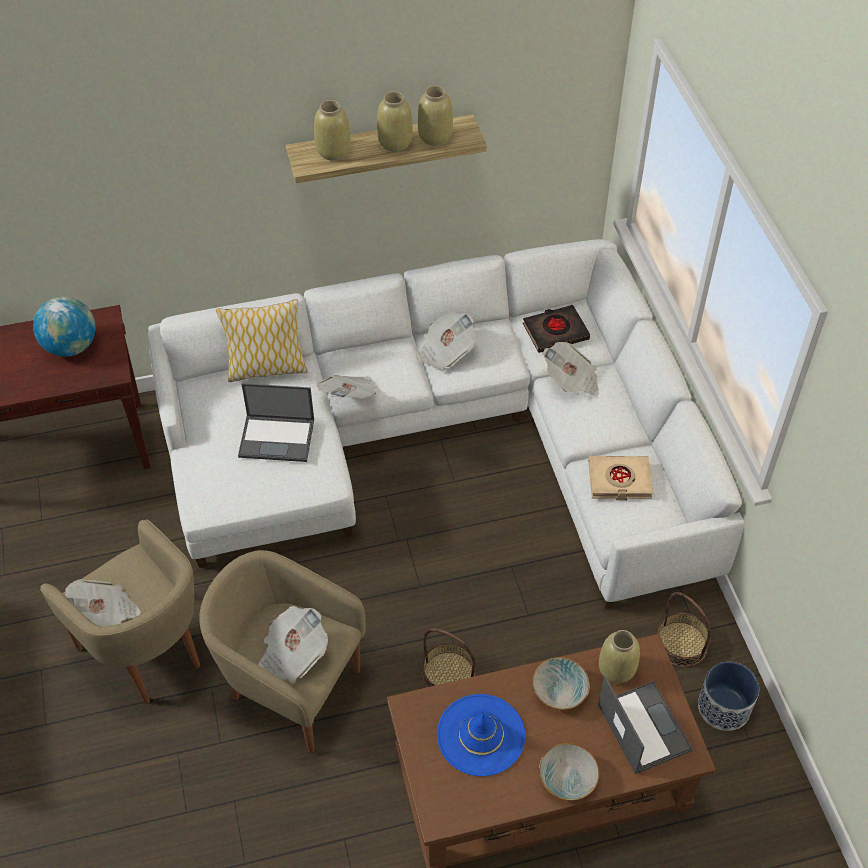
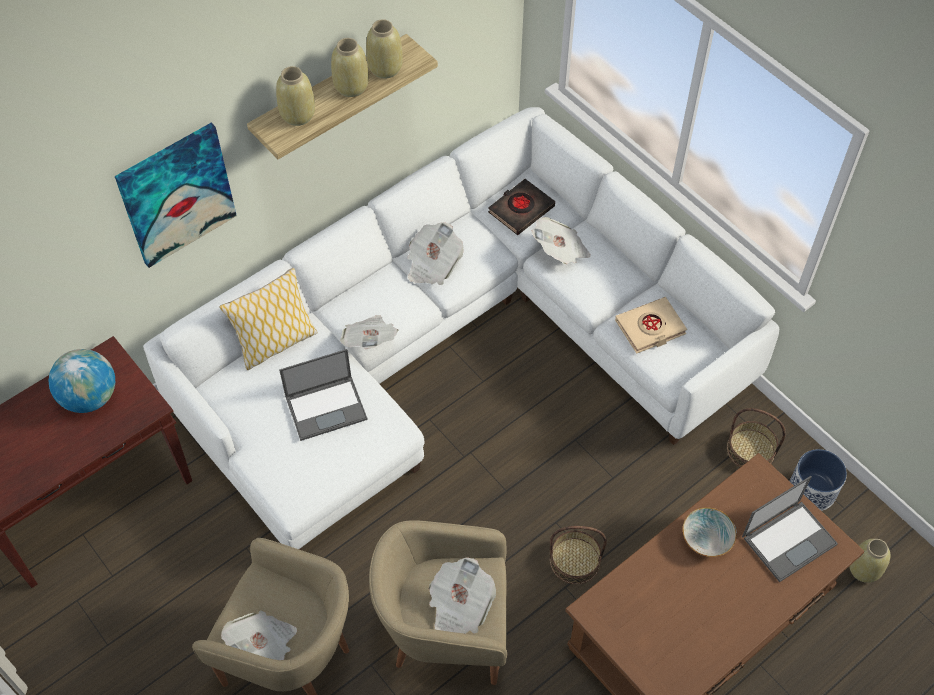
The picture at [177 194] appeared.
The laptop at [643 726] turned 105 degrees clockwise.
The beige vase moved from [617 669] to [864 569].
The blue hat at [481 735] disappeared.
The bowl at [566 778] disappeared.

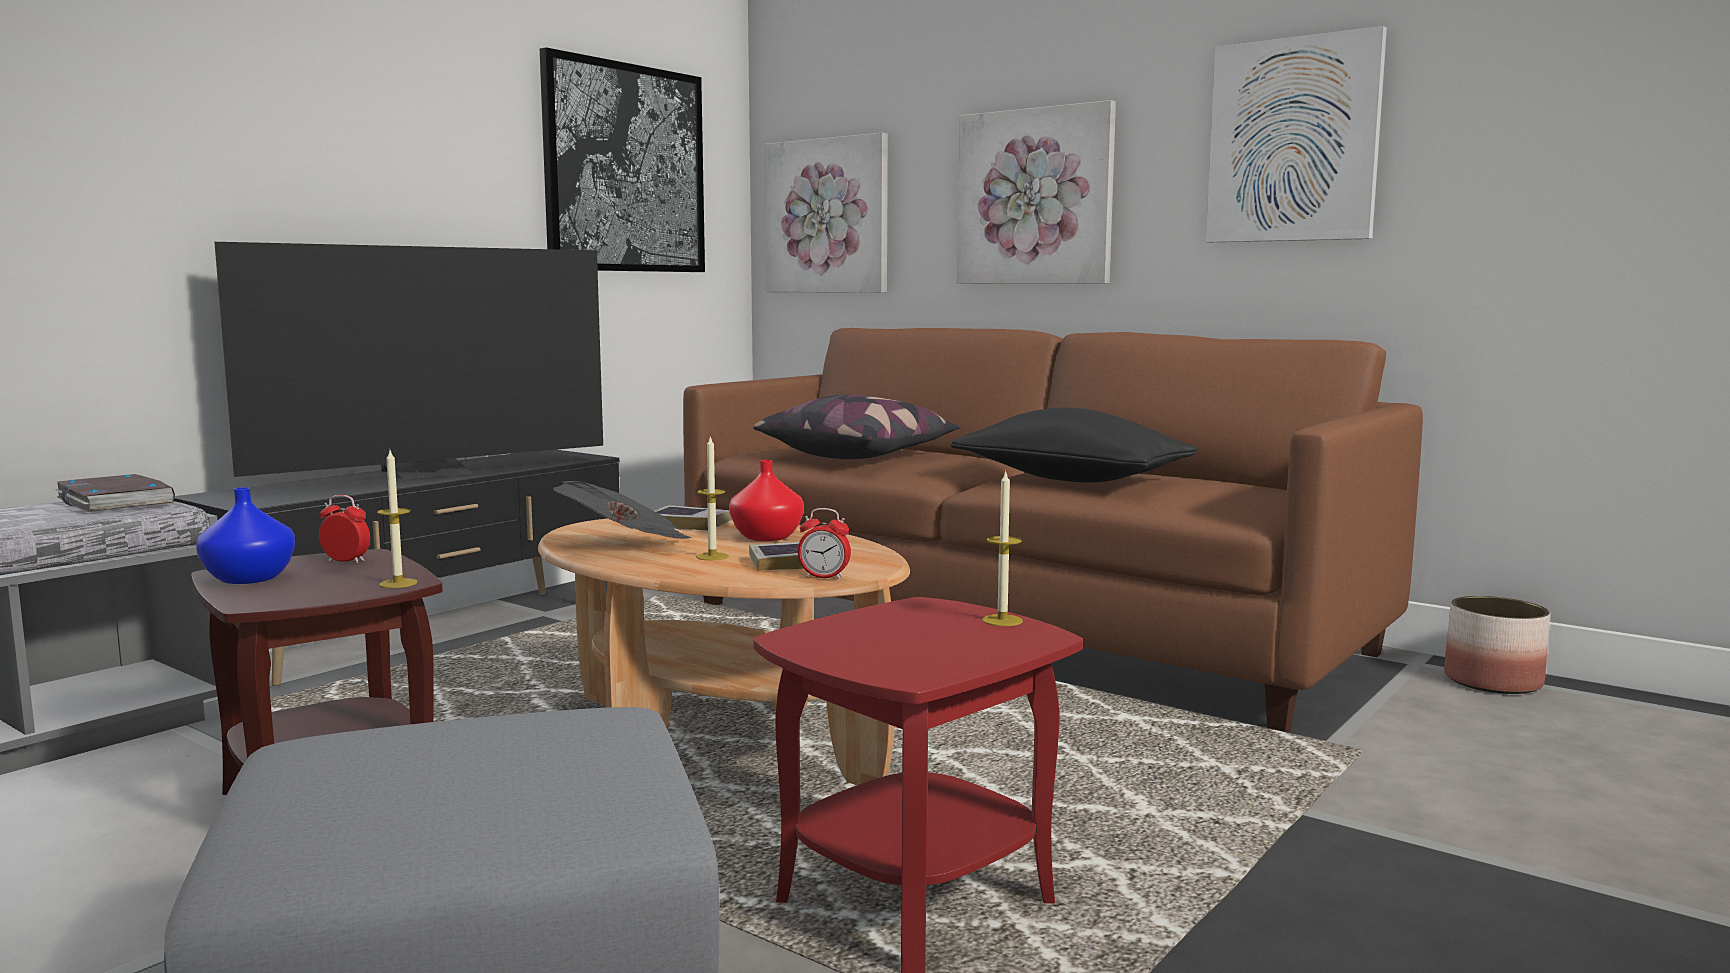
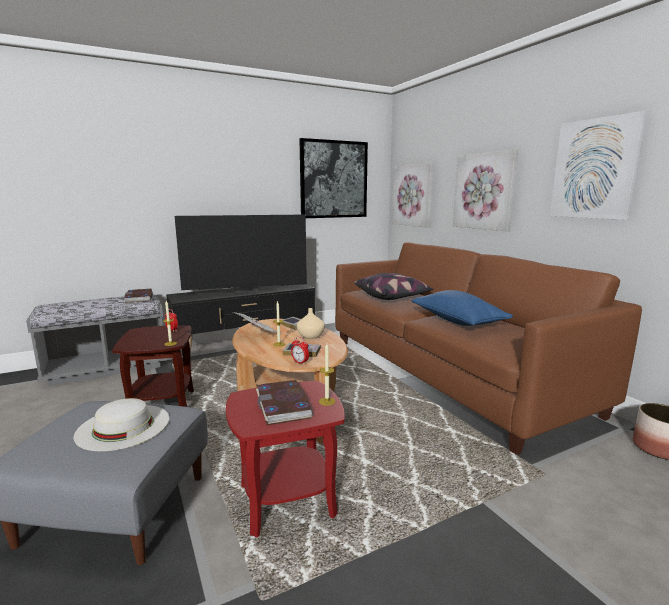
The white hat at [123 426] appeared.
The book at [283 405] appeared.
The red vase at [767 537] became the beige vase at [311 336].
The black pillow at [1071 479] became the blue pillow at [457 321].
The blue vase at [248 579] disappeared.

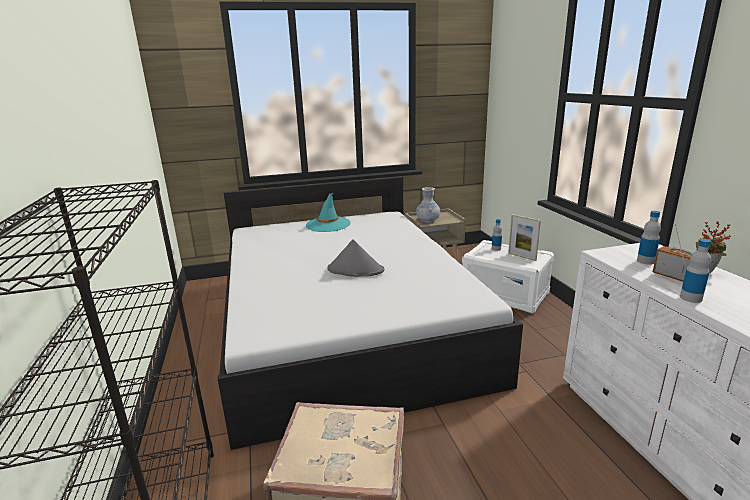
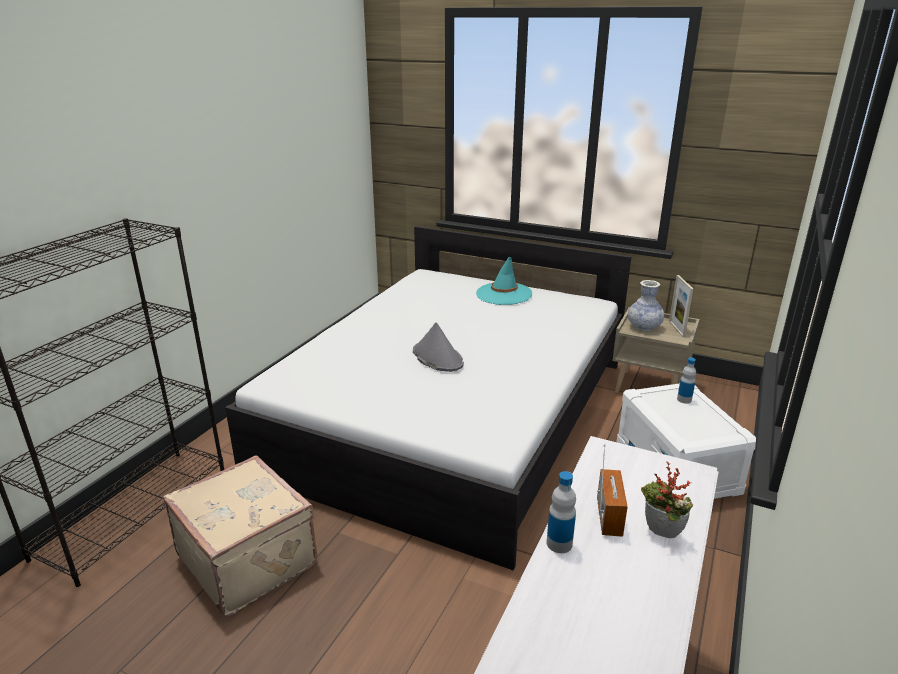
The picture frame moved from [522 256] to [676 329].
The bottle at [645 261] disappeared.

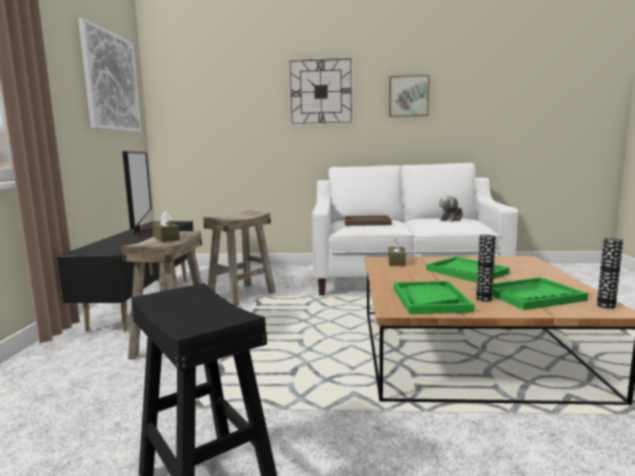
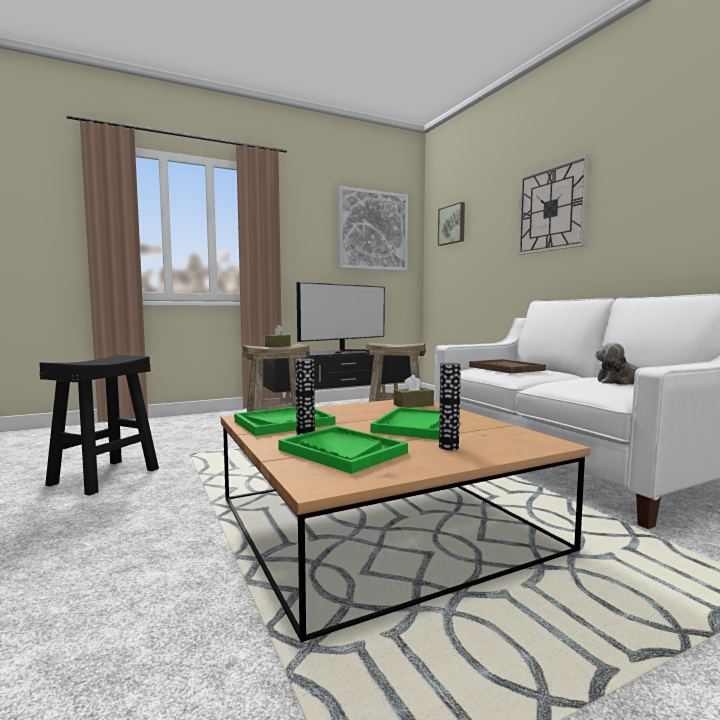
The picture moved from [408 96] to [452 224].
The vase moved from [606 306] to [448 447].

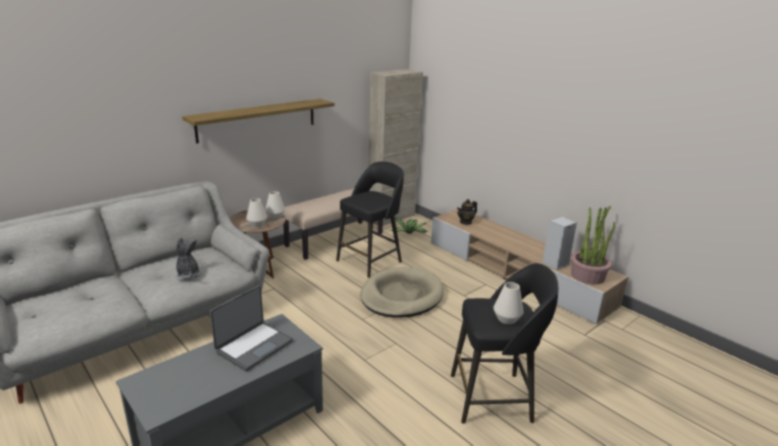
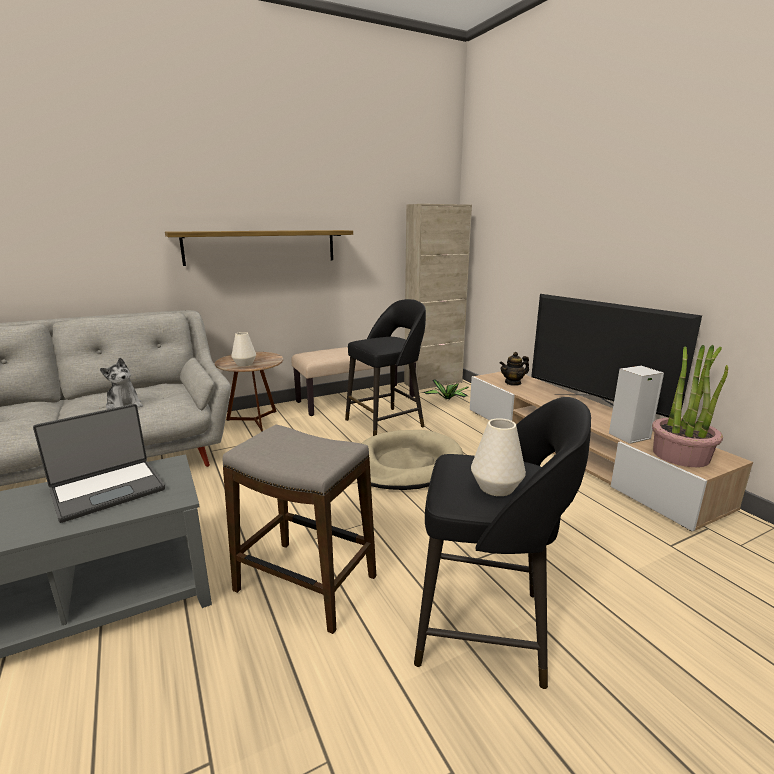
The plush toy at [187 274] turned 150 degrees clockwise.
The stool at [306 584] appeared.
The television at [595 407] appeared.
The white vase at [275 216] disappeared.

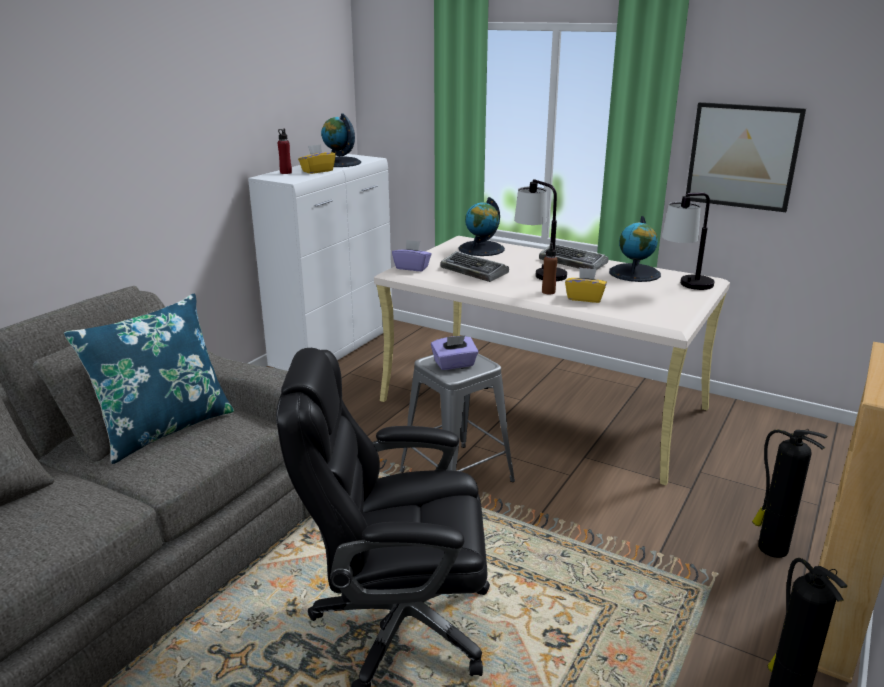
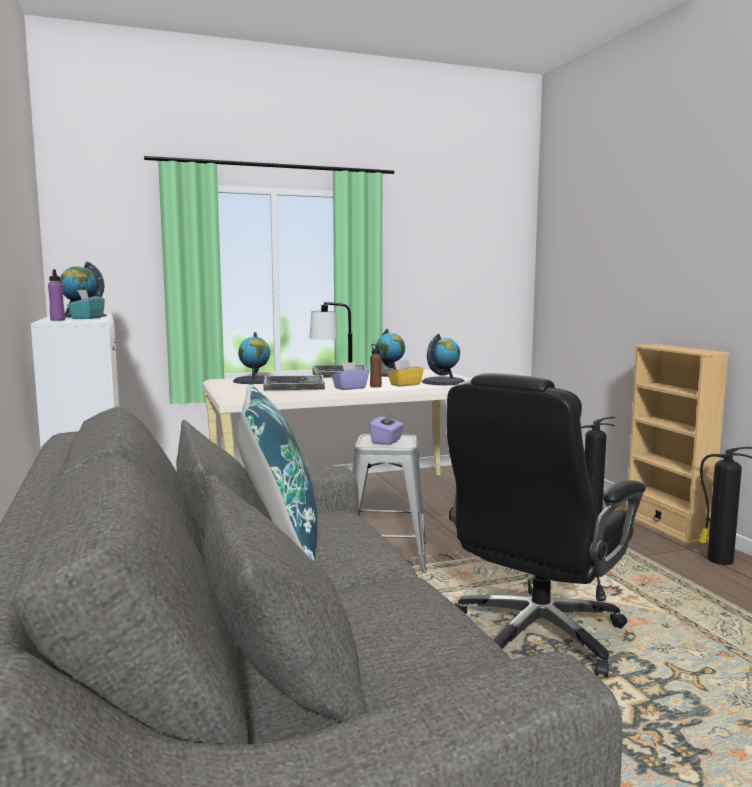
The red bottle at [285 172] became the purple bottle at [57 320].
The yellow tissue box at [317 171] became the turquoise tissue box at [87 318].
The purple tissue box moved from [412 267] to [349 388].
The globe at [443 382] appeared.
The table lamp at [685 287] disappeared.
The picture at [742 156] disappeared.

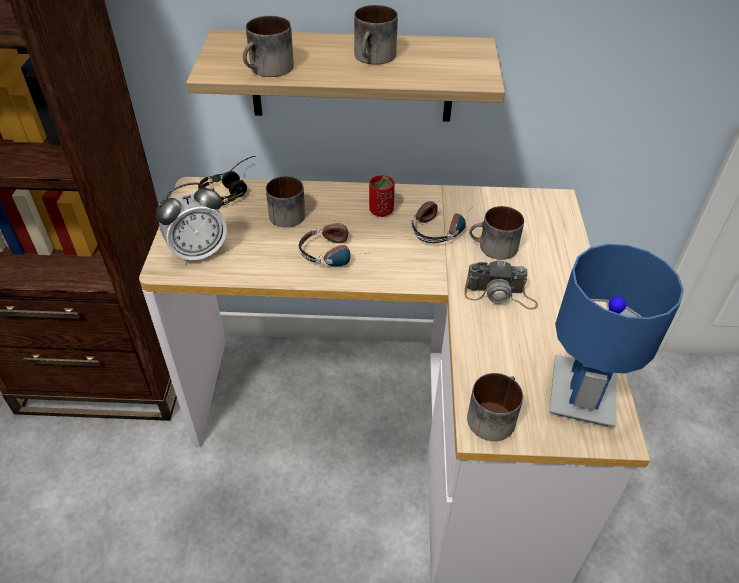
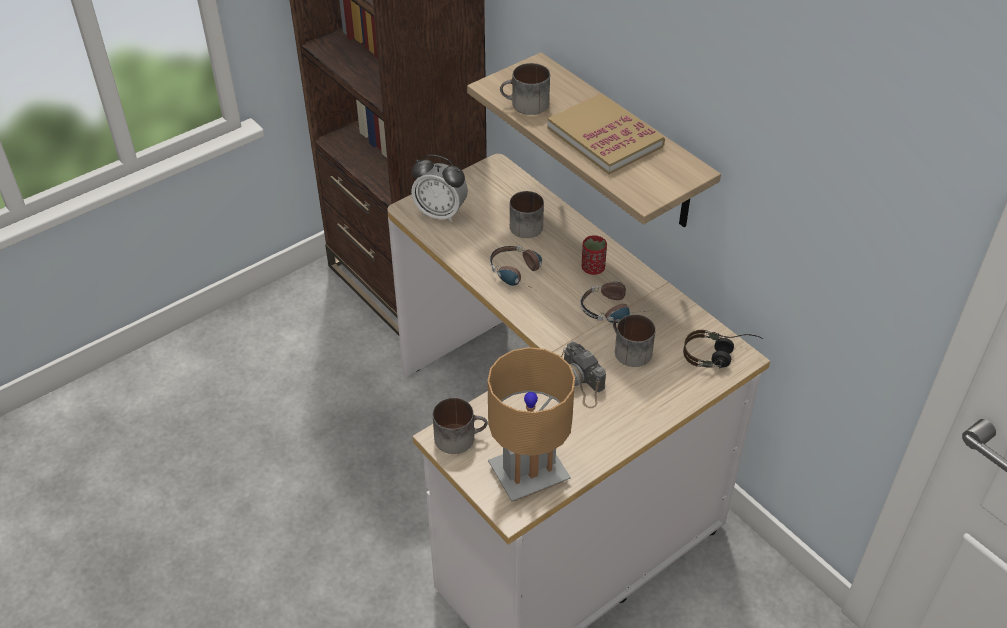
The blue table lamp at [582 395] became the brown table lamp at [529 475].
The mug at [374 58] was replaced by the book at [605 137].
The headphones moved from [233 190] to [720 356].

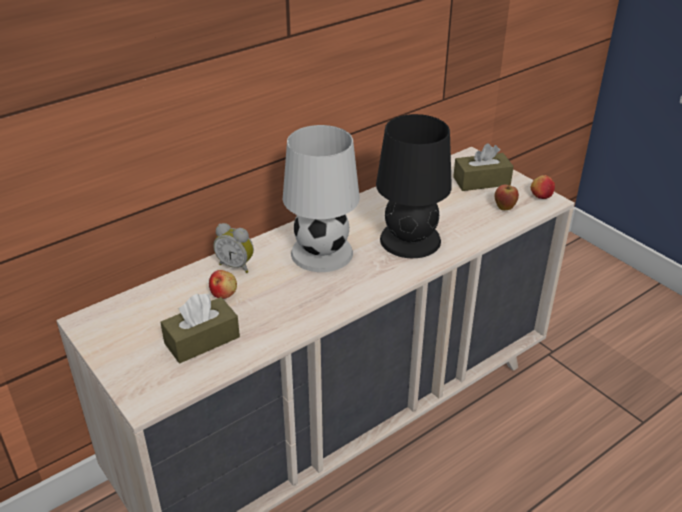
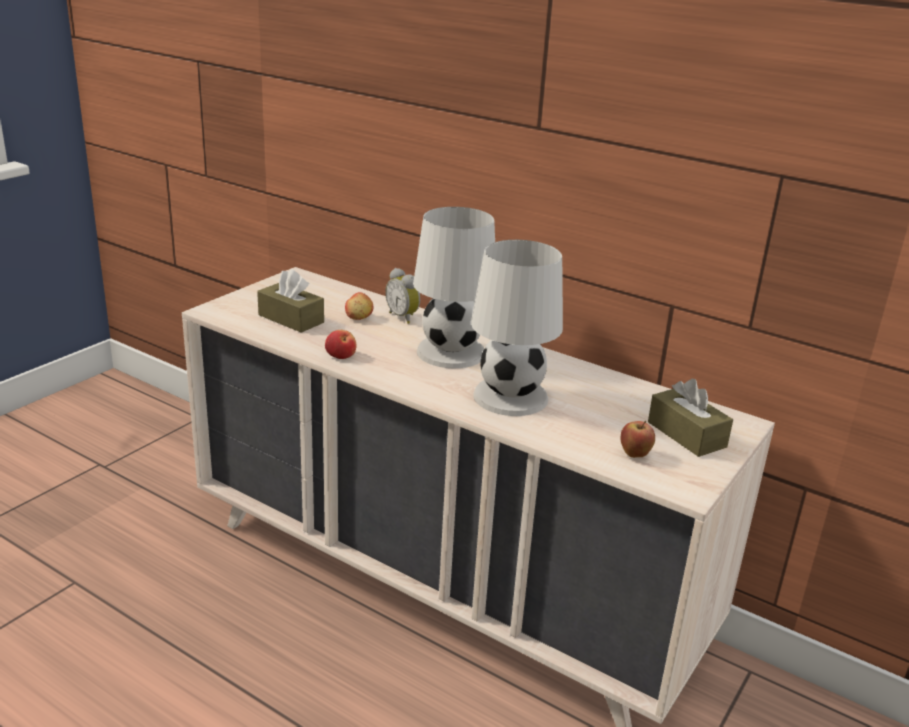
The apple moved from [541 196] to [341 355].
The alarm clock at [236 265] turned 45 degrees counterclockwise.
The black table lamp at [409 240] became the white table lamp at [509 396].

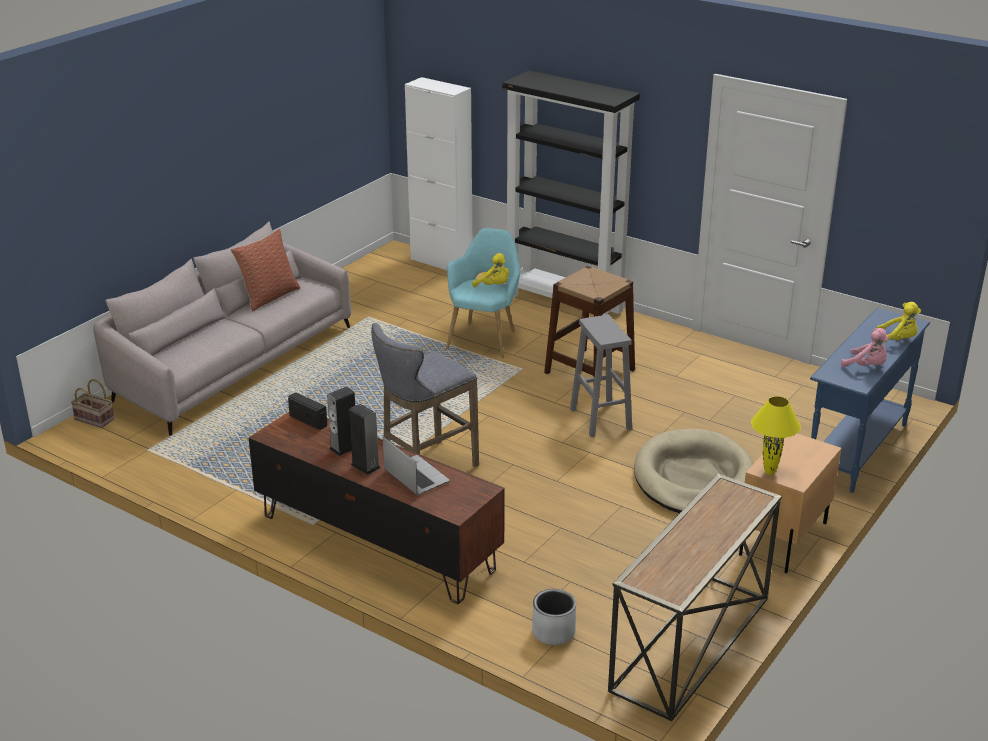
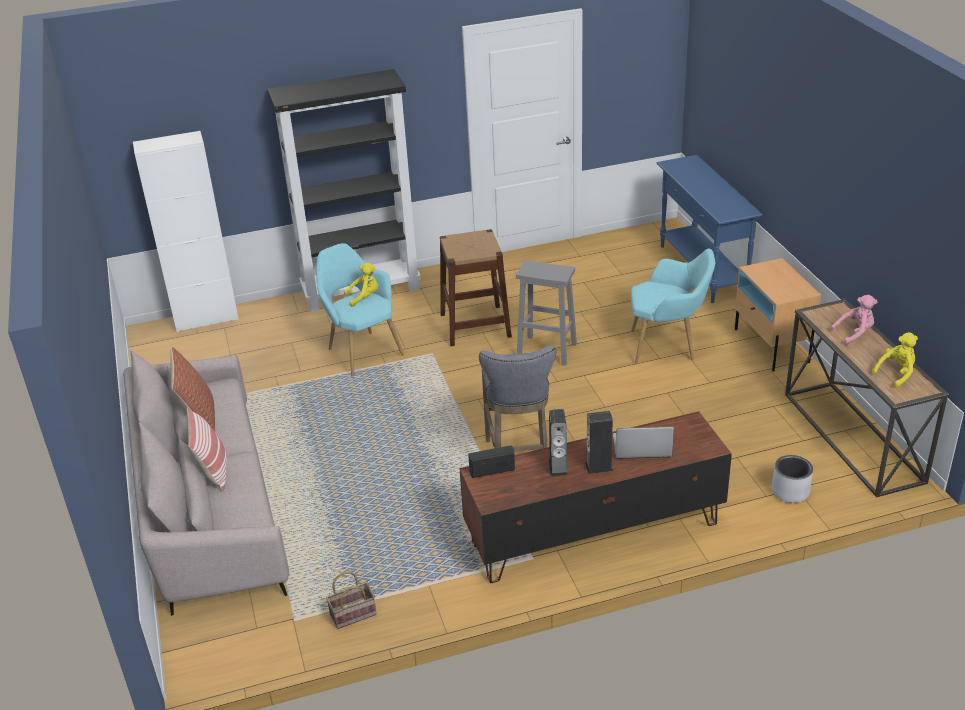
The pillow at [213 471] appeared.
The basket moved from [95 419] to [354 613].
The beige dog bed at [694 479] was replaced by the turquoise armchair at [667 347].
The pink plush toy moved from [866 366] to [855 333].
The yellow plush toy moved from [897 340] to [896 374].
The yellow table lamp at [770 472] disappeared.

